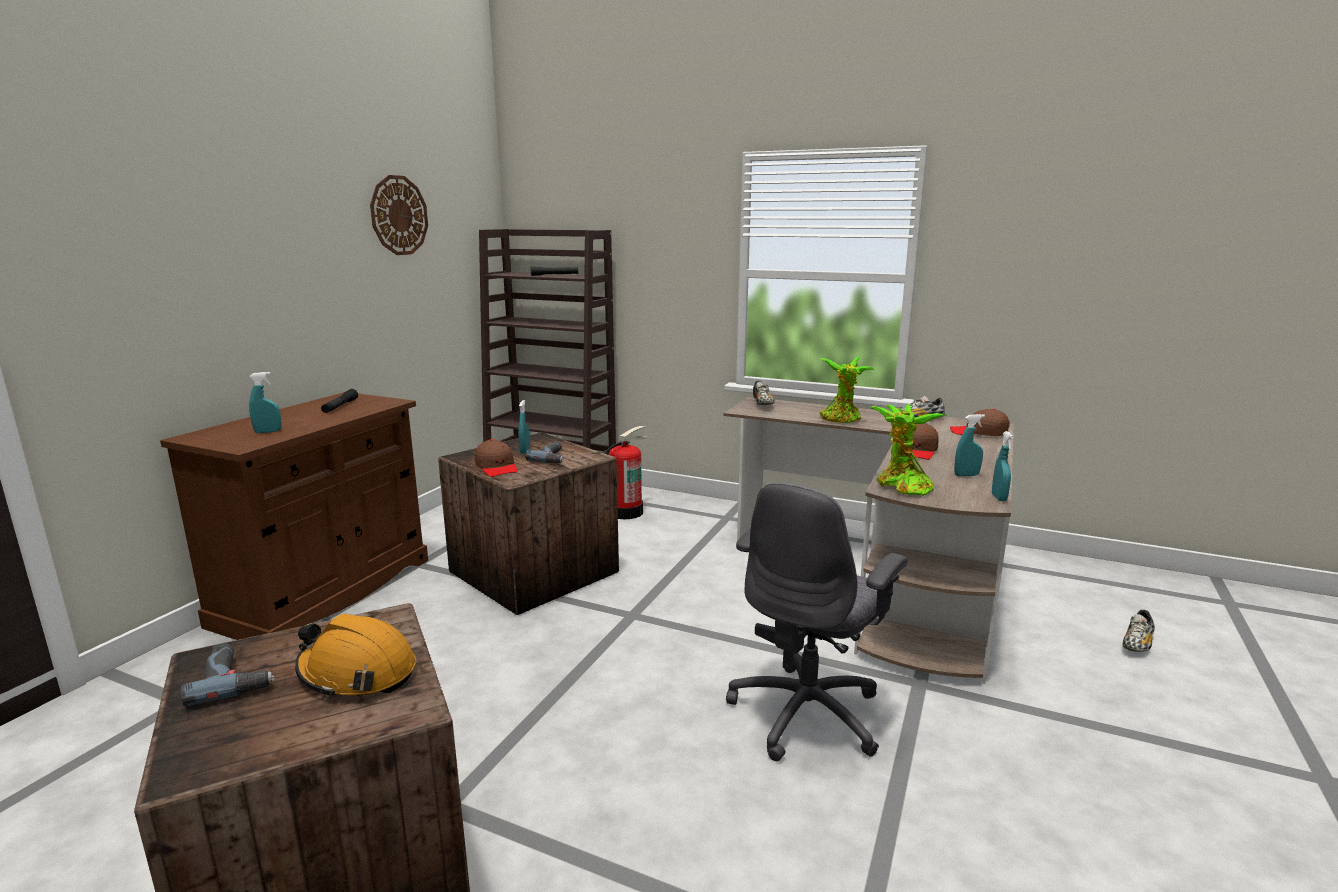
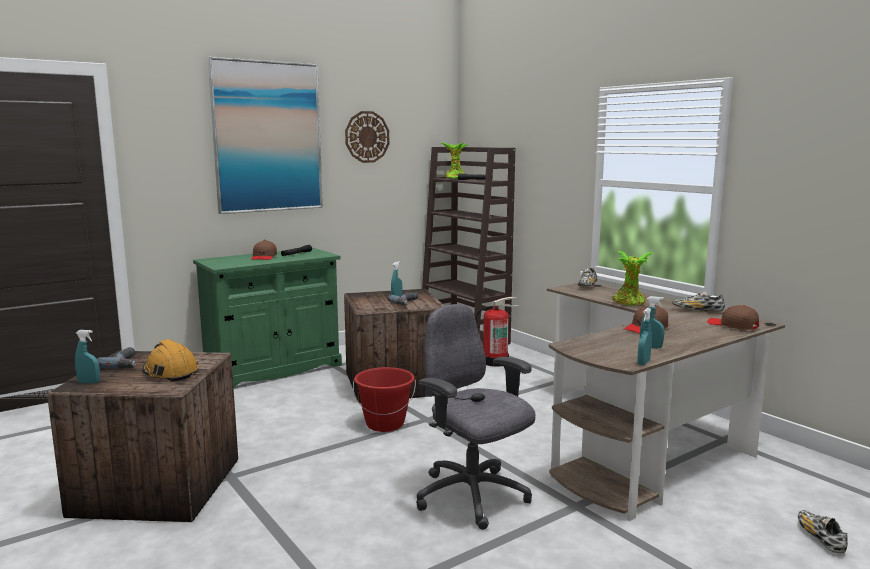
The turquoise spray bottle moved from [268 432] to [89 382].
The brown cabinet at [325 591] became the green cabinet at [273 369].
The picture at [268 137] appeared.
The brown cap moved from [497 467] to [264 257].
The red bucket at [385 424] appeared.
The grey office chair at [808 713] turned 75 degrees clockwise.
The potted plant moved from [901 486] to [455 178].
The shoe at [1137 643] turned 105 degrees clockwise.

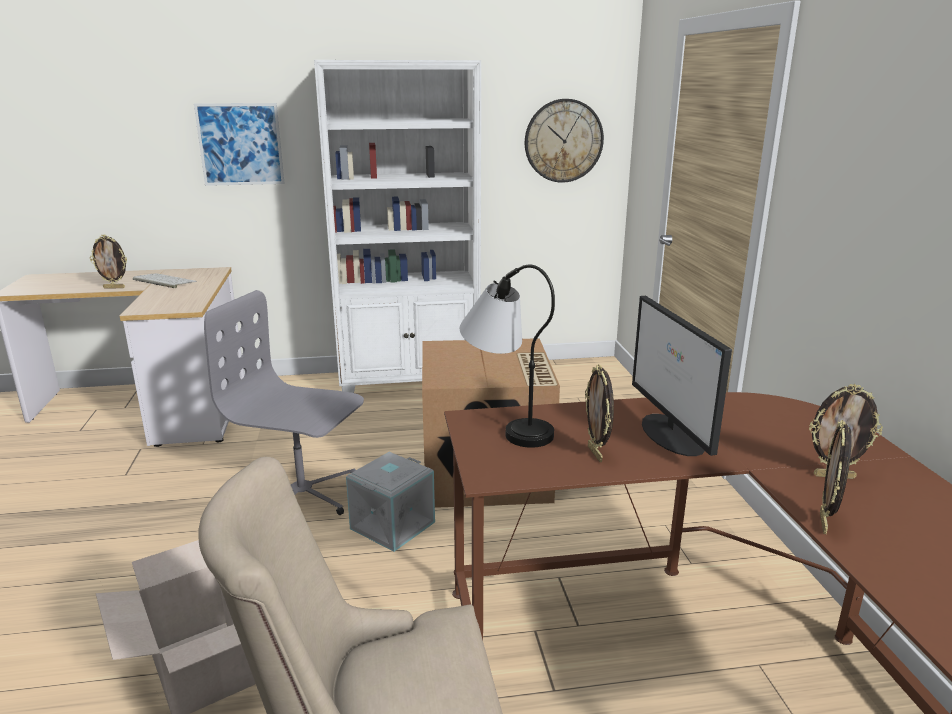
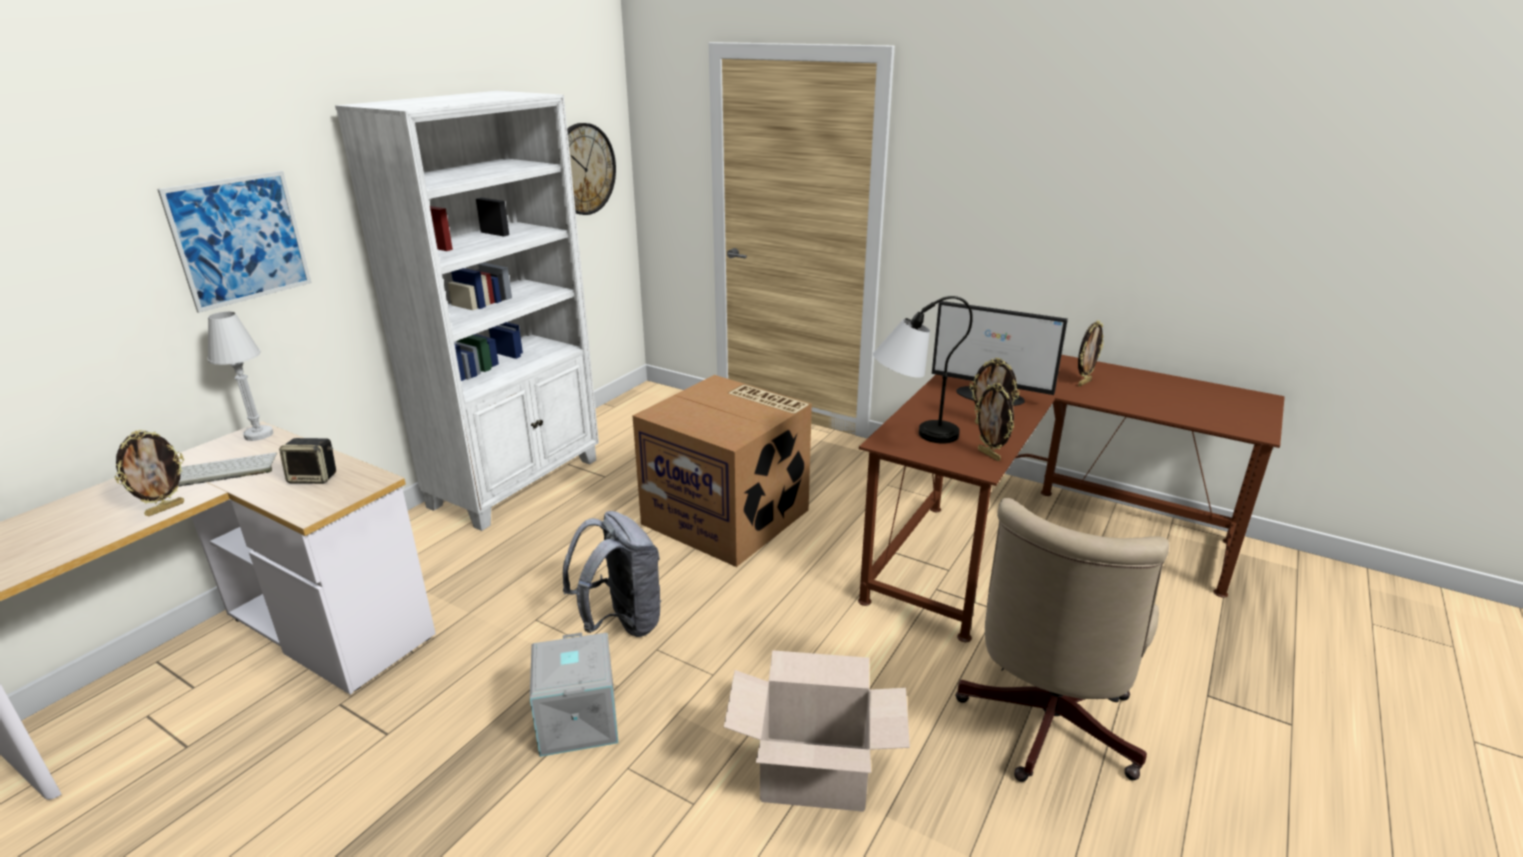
The white table lamp at [259 434] appeared.
The speaker at [314 477] appeared.
The grey storage box moved from [392 524] to [576 720].
The grey office chair at [302 494] was replaced by the grey backpack at [621 622].
The picture frame moved from [825 523] to [989 455].

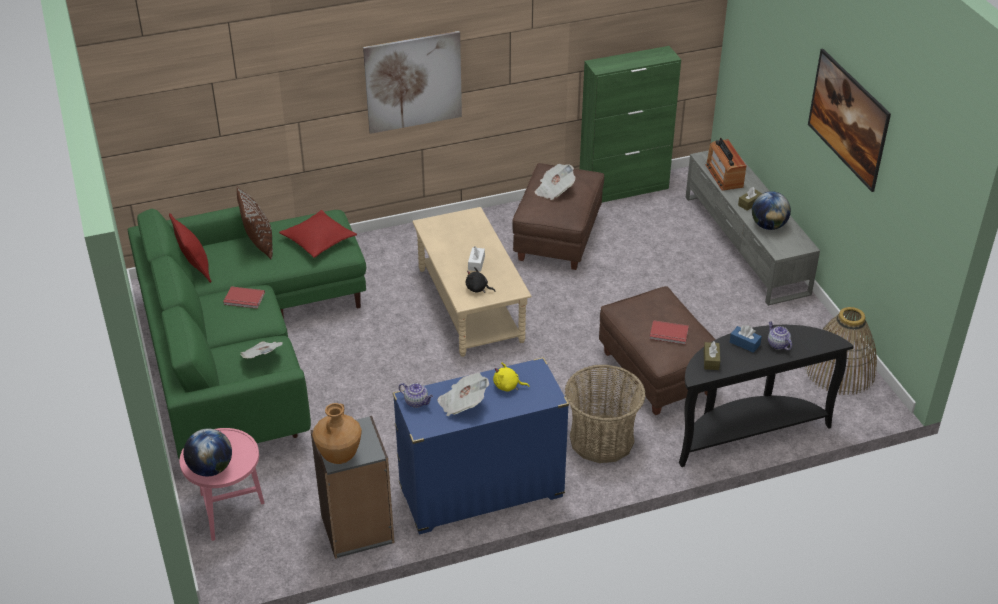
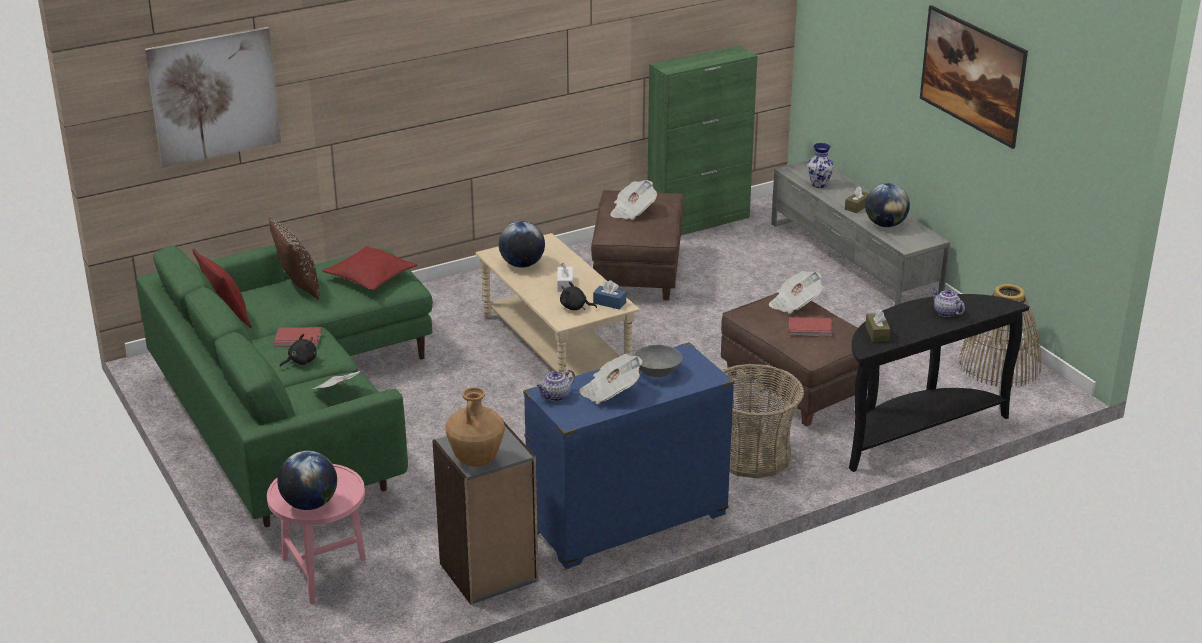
The picture moved from [413 82] to [214 96].
The black plush toy at [300 361] appeared.
The globe at [522 264] appeared.
The teapot at [417 402] turned 120 degrees clockwise.
The blue tissue box moved from [744 343] to [609 303].
The yellow plush toy at [508 386] was replaced by the grey bowl at [658 372].
The newspaper at [794 304] appeared.
The radio at [724 175] was replaced by the vase at [819 184].

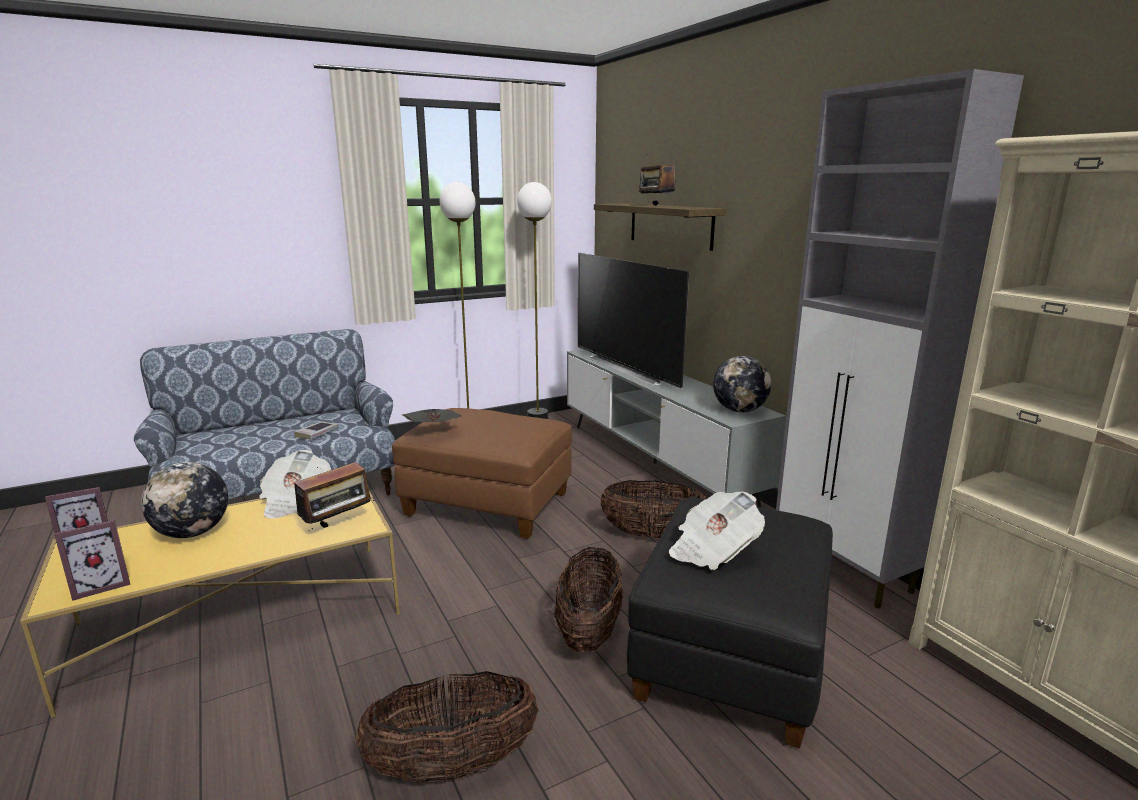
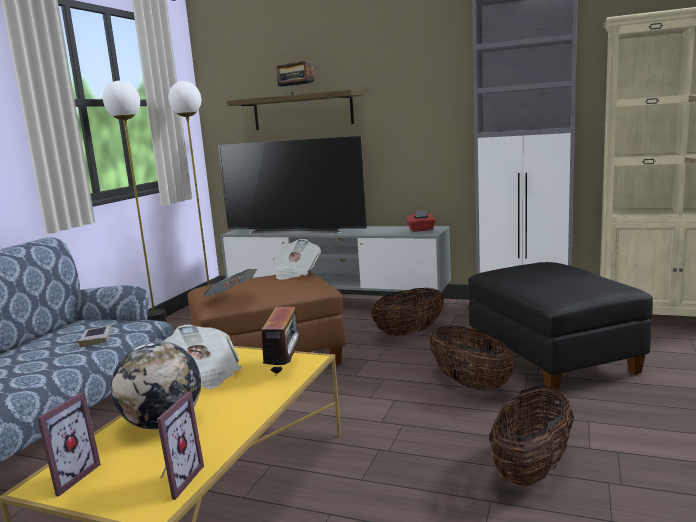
The newspaper moved from [712 550] to [296 273].
The globe at [739 410] was replaced by the red tissue box at [421 230].

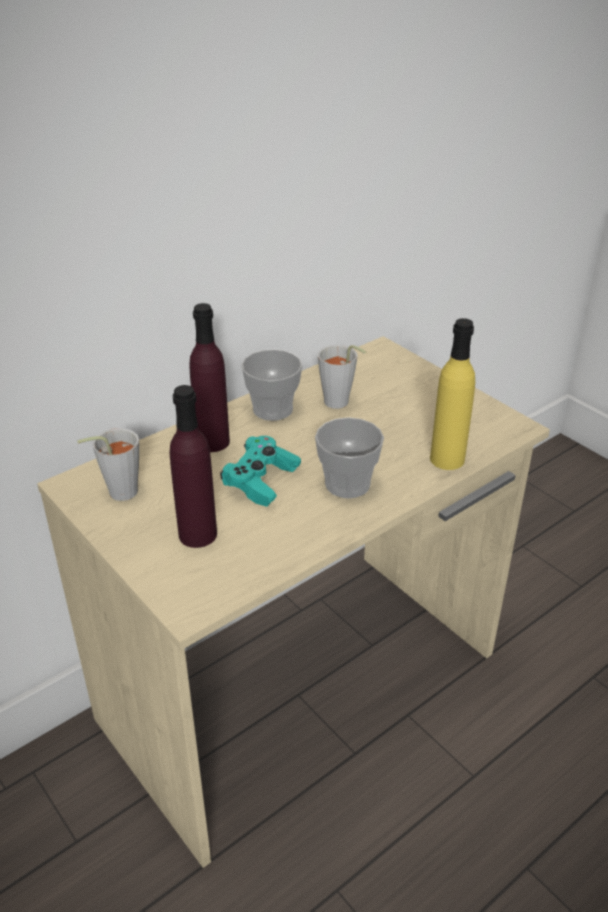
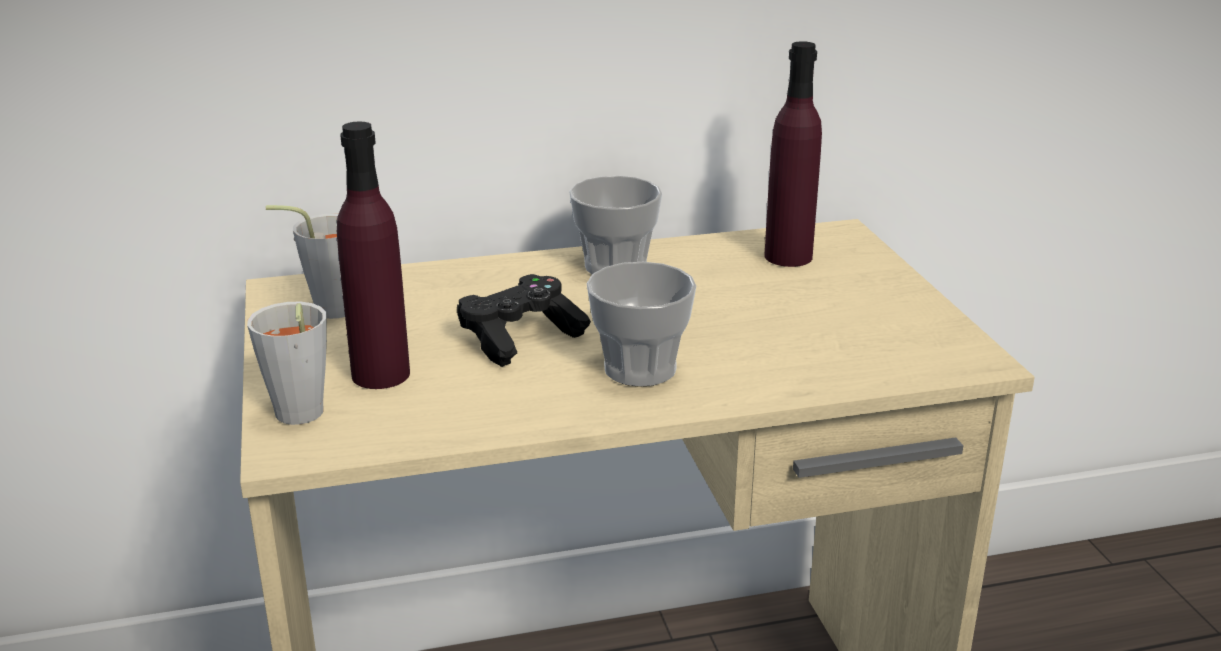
The grey cup moved from [340 404] to [299 418].
The turquoise game controller at [261 481] became the black game controller at [521 338].
The purple bottle moved from [212 442] to [788 256].
The yellow bottle at [447 459] disappeared.

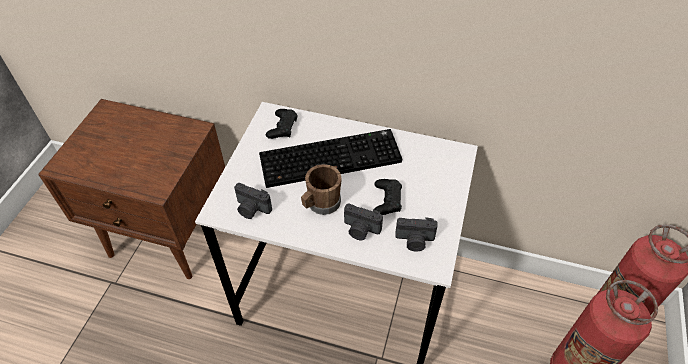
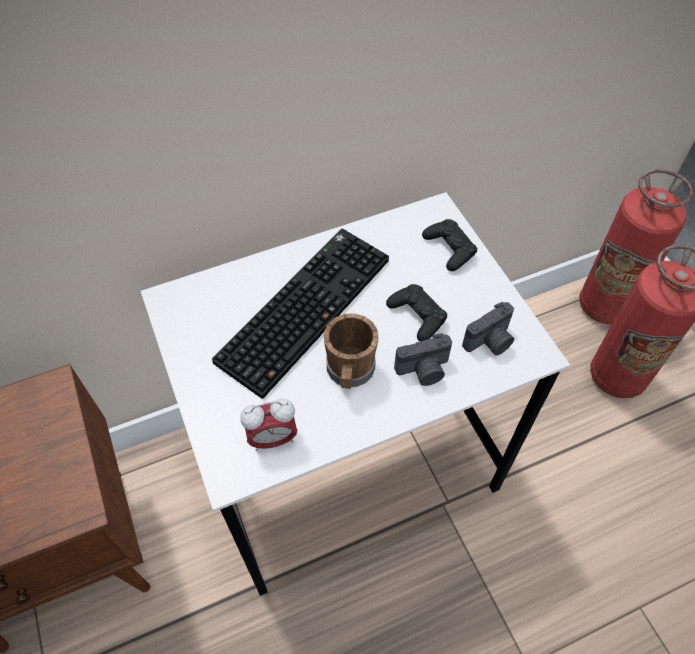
The photo camera at [251 209] was replaced by the alarm clock at [273 439].
The black game controller moved from [282 127] to [449 249].

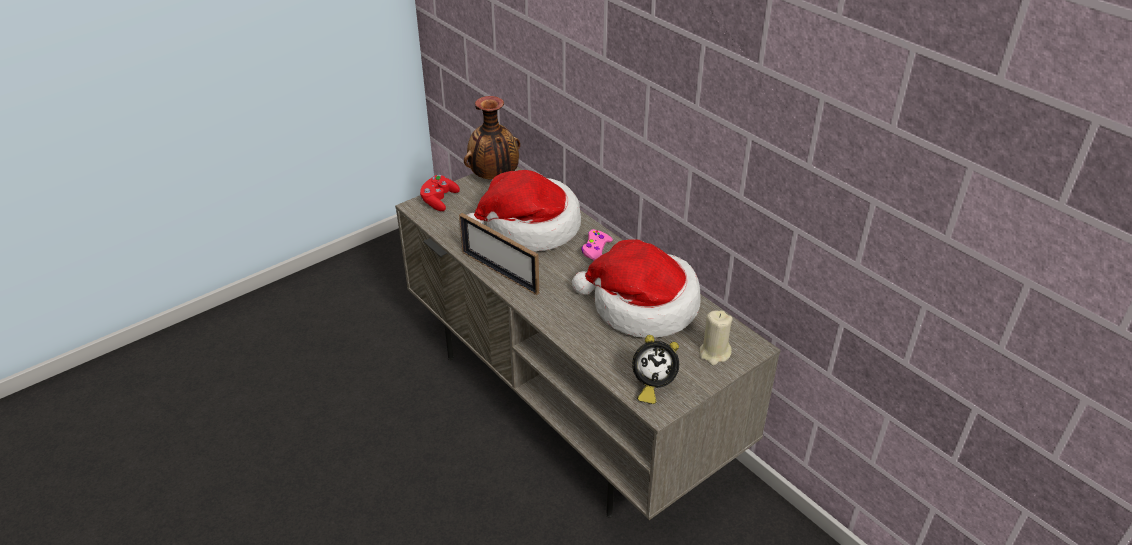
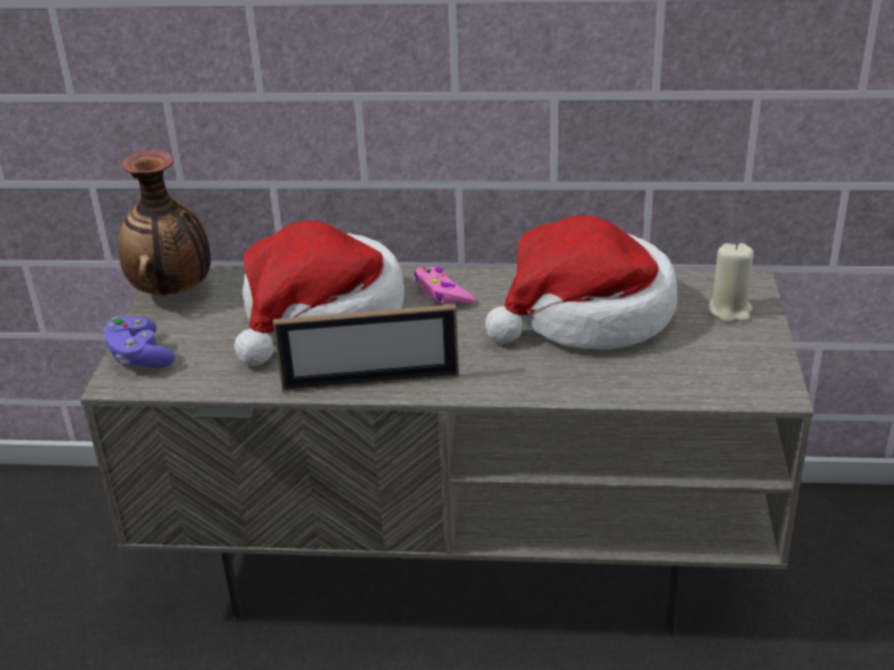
The red game controller at [439 200] became the purple game controller at [140 357].
The alarm clock at [651 386] disappeared.

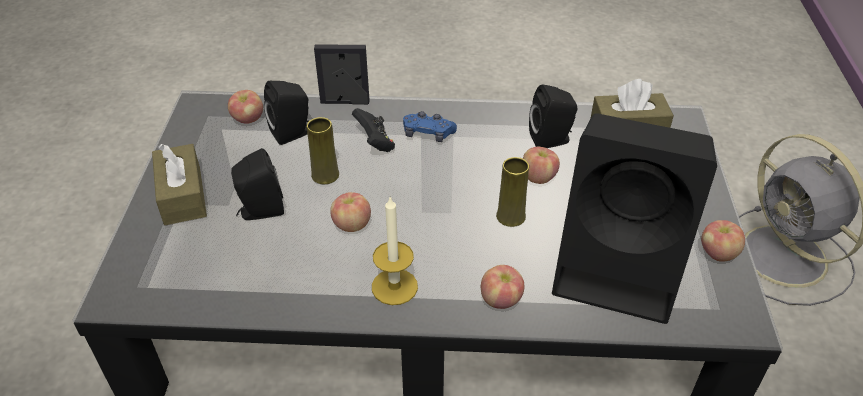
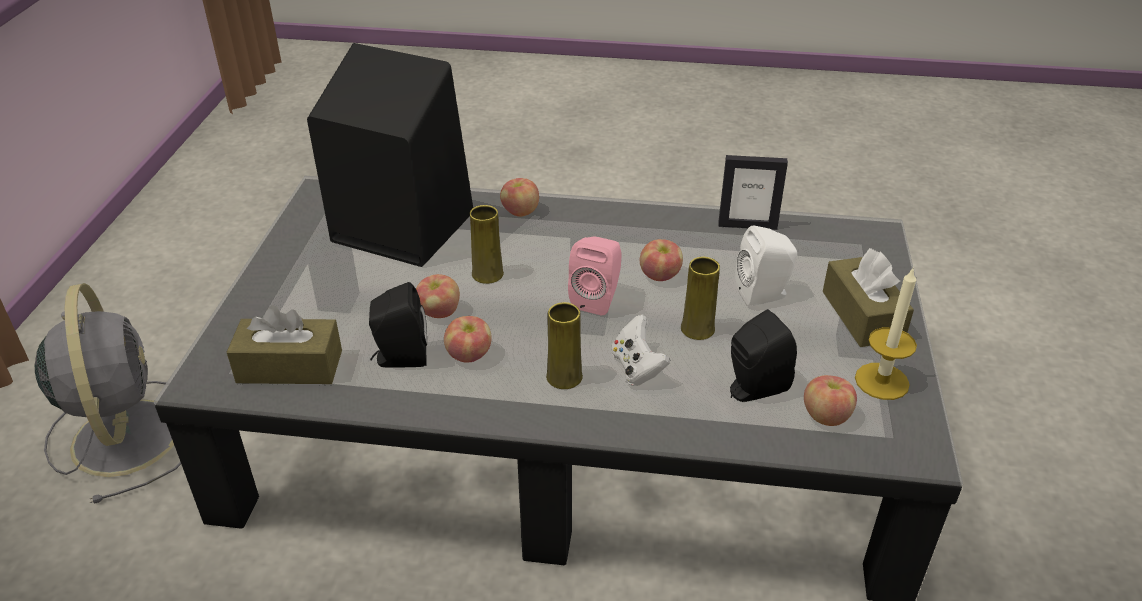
The apple moved from [718 253] to [469 355].
The blue game controller at [428 134] was replaced by the yellow vase at [564 377].
The pink speaker at [597 299] appeared.
The black game controller at [375 143] became the white game controller at [637 368].
The picture frame moved from [345 102] to [747 225].
The black speaker at [260 211] became the white speaker at [764 294].
The candle moved from [394 286] to [881 381].

